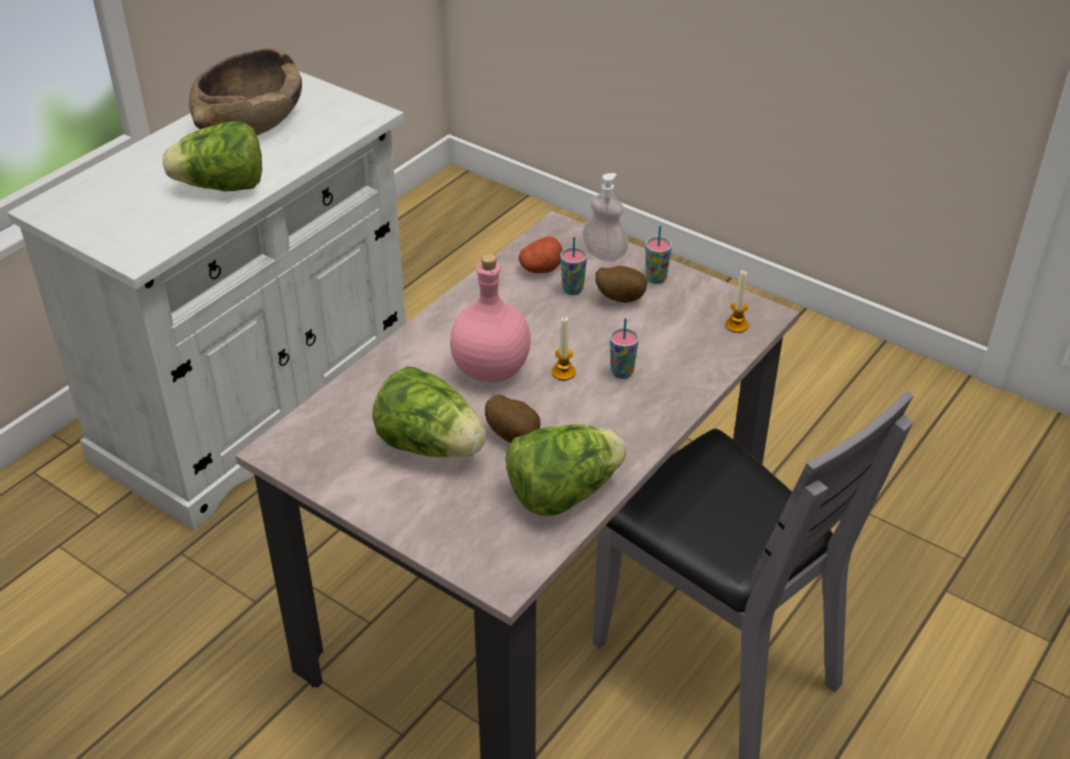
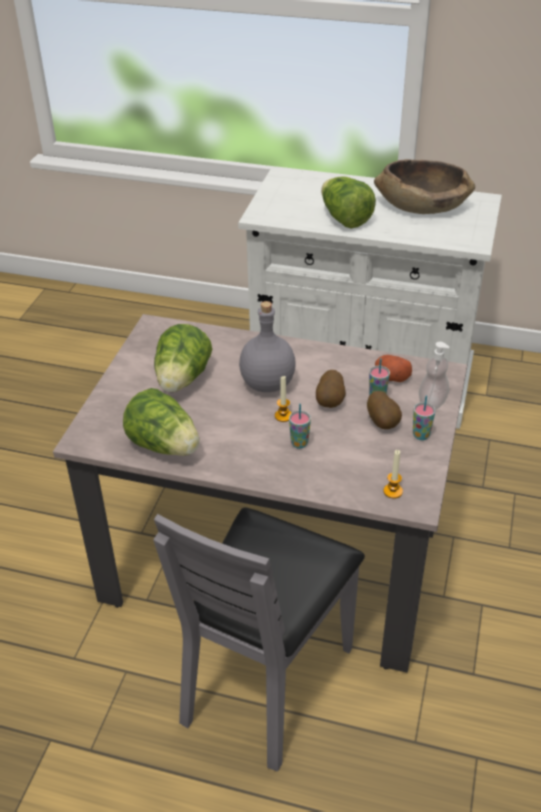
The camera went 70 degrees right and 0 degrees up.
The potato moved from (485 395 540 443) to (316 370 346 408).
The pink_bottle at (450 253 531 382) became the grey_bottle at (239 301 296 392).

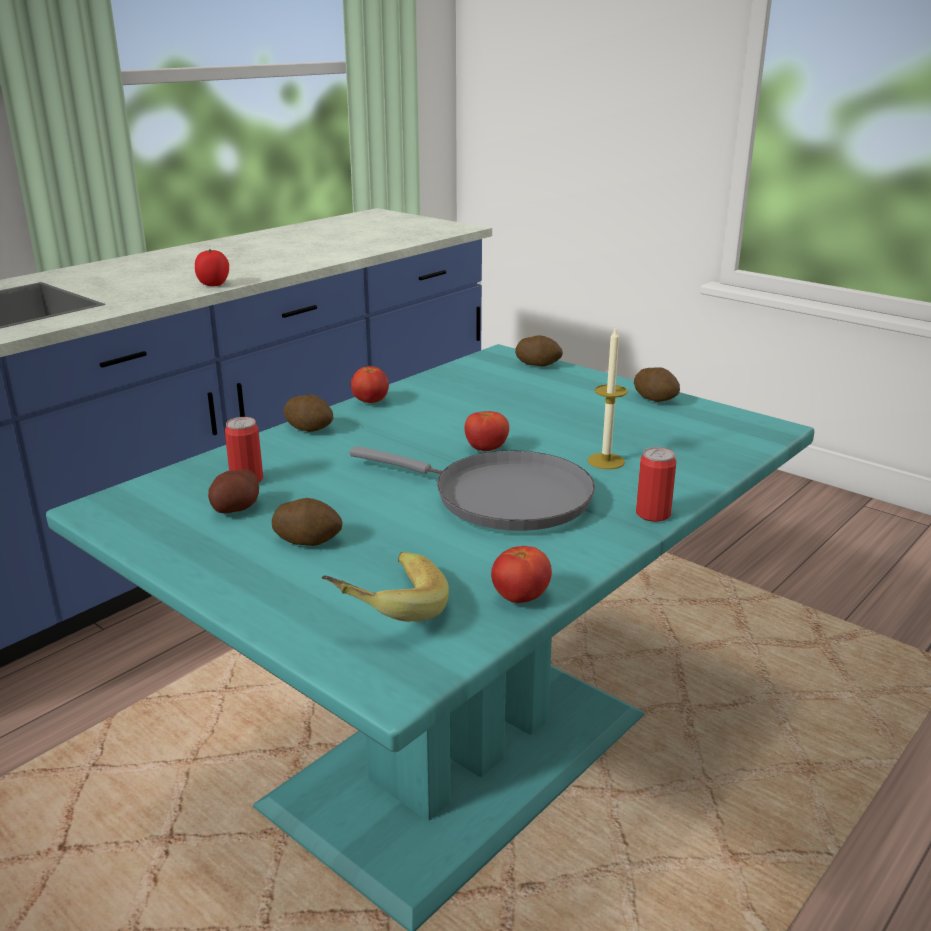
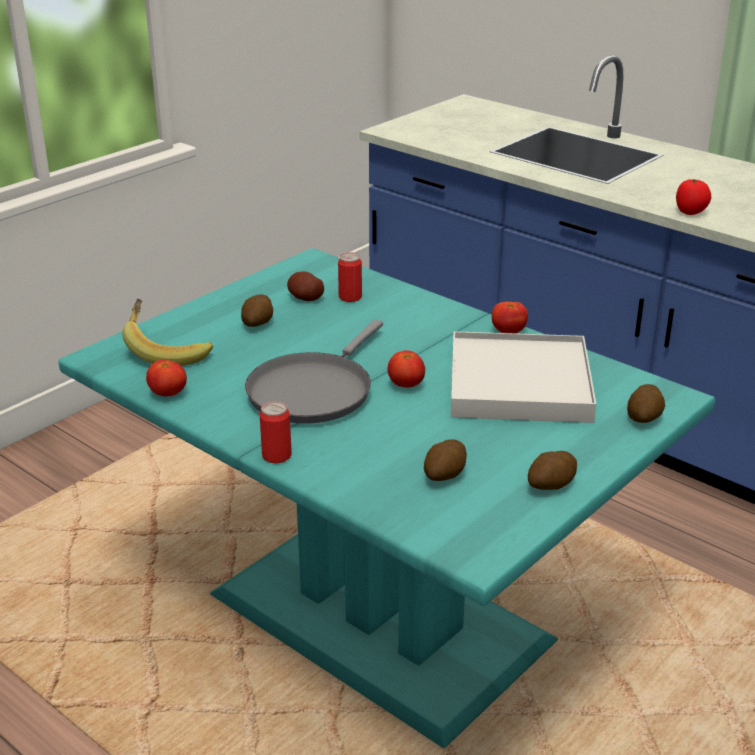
The camera went 90 degrees right and 5 degrees up.
The candle at (588 327 628 469) disappeared.
The white_tray at (451 331 596 423) appeared.
The potato moved from (284 394 333 432) to (424 439 467 481).

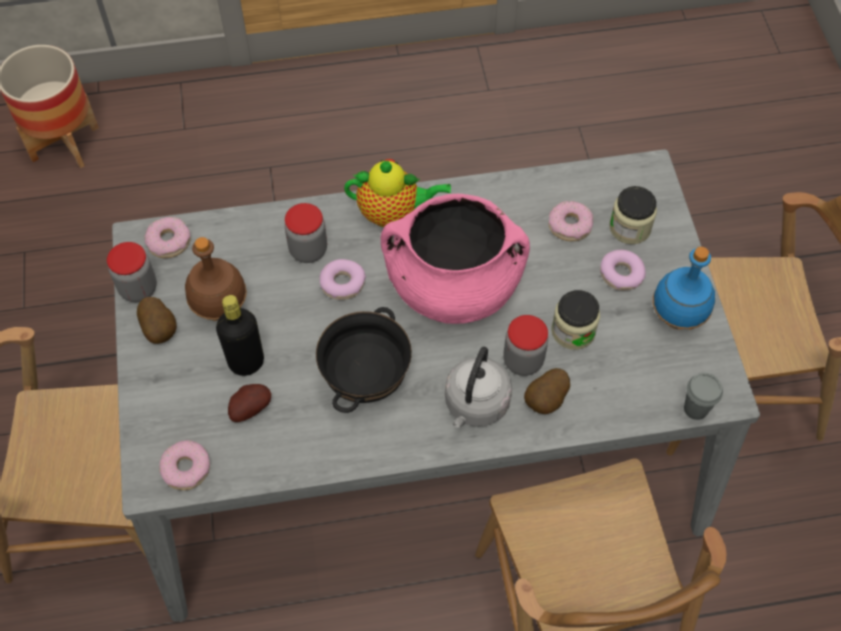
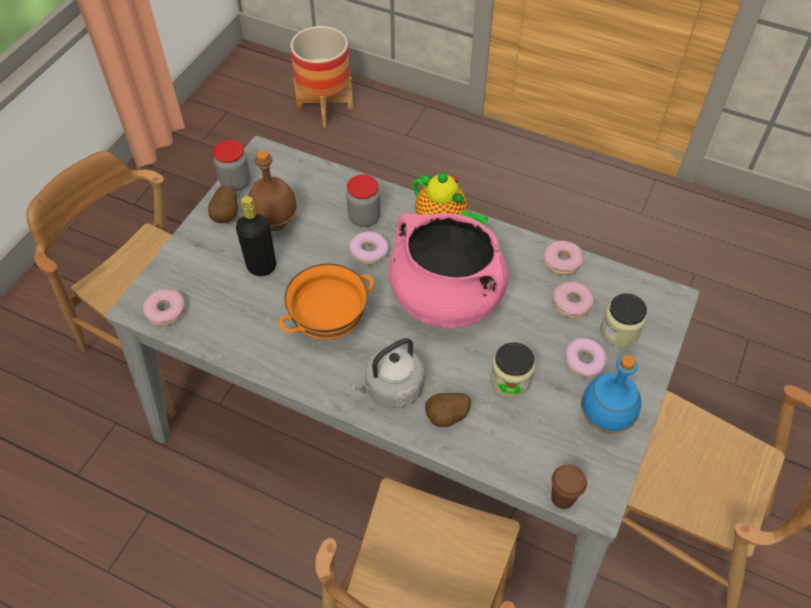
The camera went 35 degrees right and 5 degrees down.
The potato at (228 384 271 422) disappeared.
The jar at (503 315 548 376) disappeared.
The donut moved from (144 217 191 258) to (544 240 583 275).
The black_bowl at (316 307 412 413) became the orange_bowl at (278 263 374 340).
The grey_cup at (684 373 723 420) became the brown_cup at (551 464 587 509).

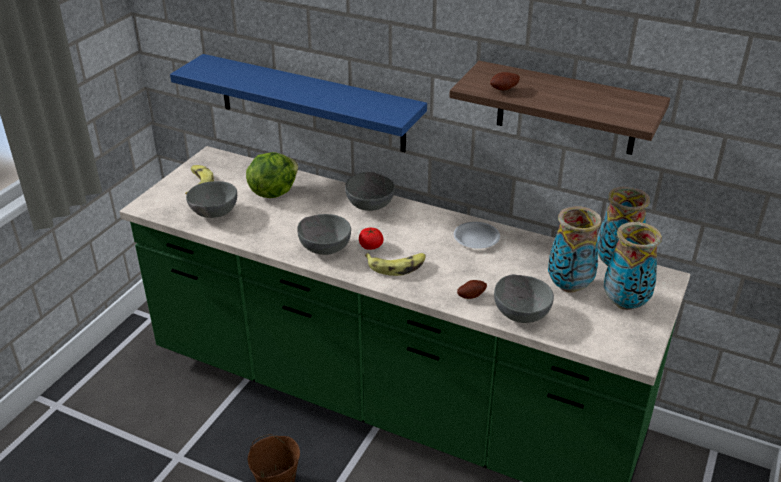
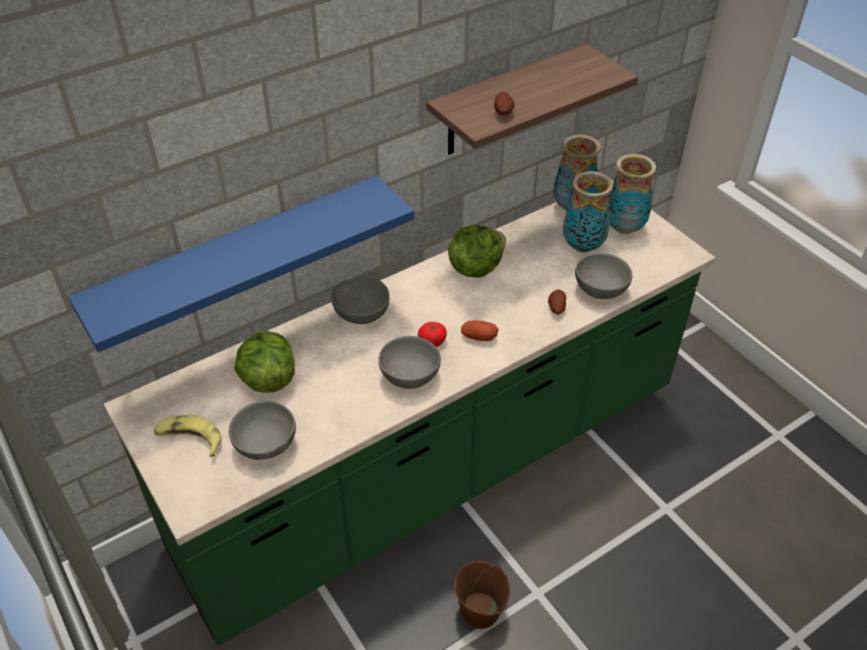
The camera went 60 degrees left and 10 degrees up.
The banana at (365 253 426 276) was replaced by the potato at (461 321 498 341).
The white_plate at (454 222 500 249) was replaced by the lettuce at (448 225 506 278).

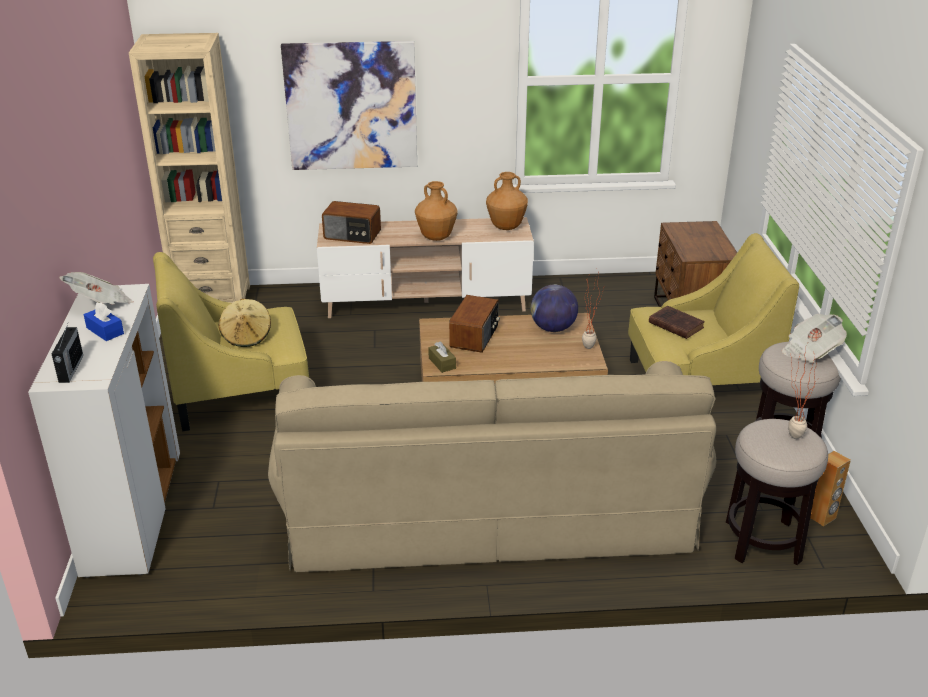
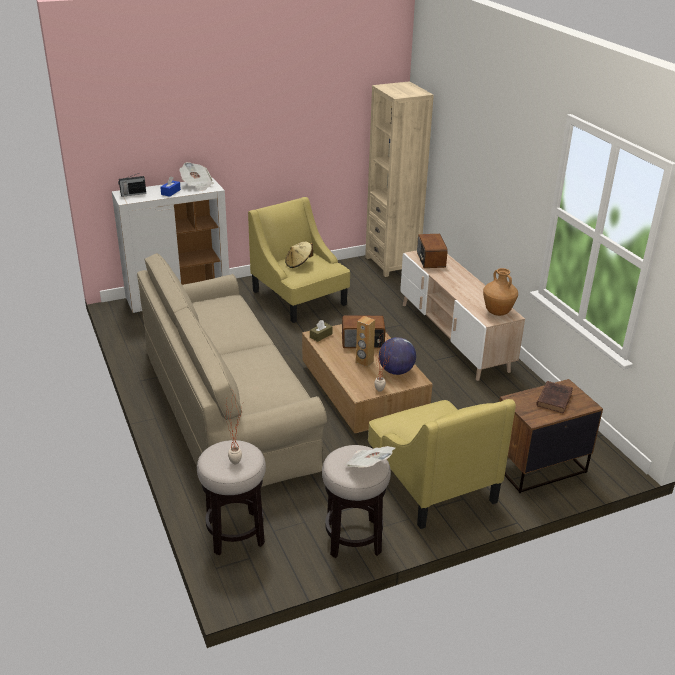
The camera went 70 degrees right and 0 degrees up.
The picture at (281 41 417 170) disappeared.
The brown_vase at (415 181 458 241) disappeared.
The brown_book moved from (649 306 705 339) to (536 381 573 414).
The brown_speaker moved from (810 451 851 527) to (356 316 375 367).

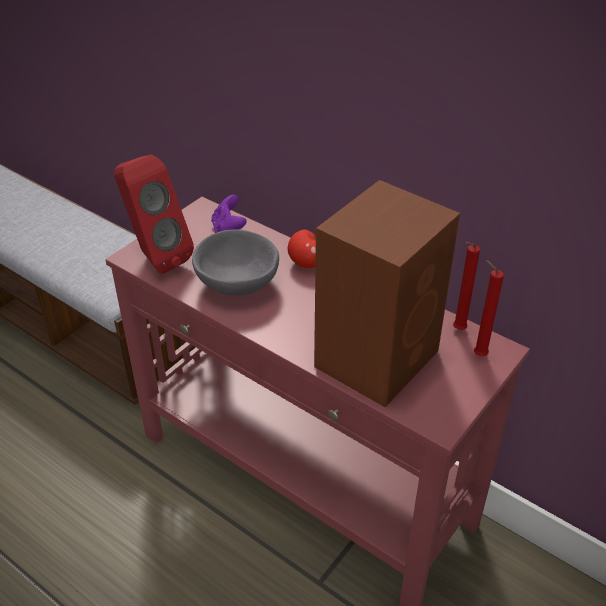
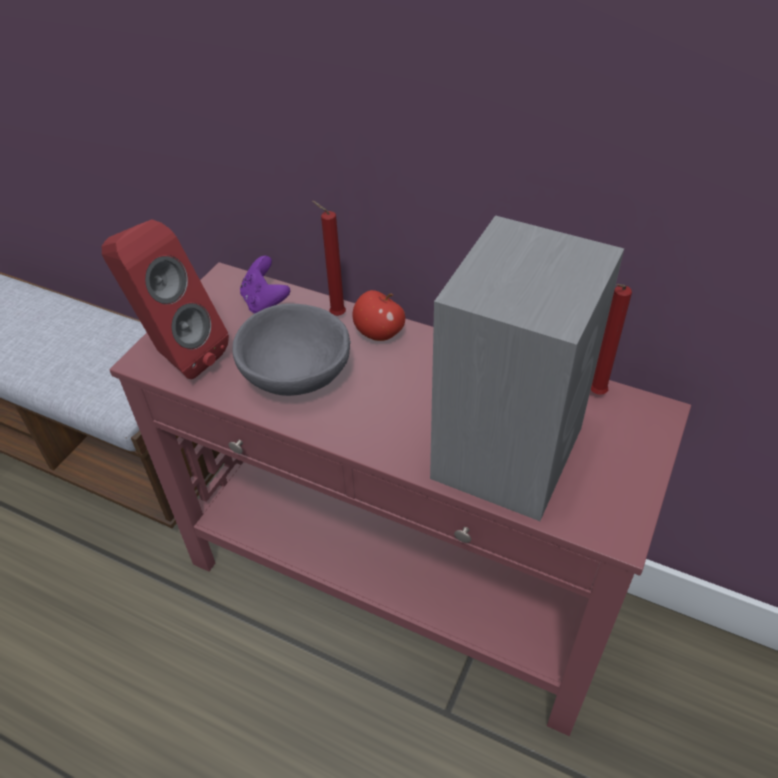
The camera went 10 degrees left and 5 degrees up.
The red_candle moved from (474 260 504 356) to (312 201 346 316).
The brown_speaker at (314 180 460 407) became the grey_speaker at (430 215 624 521).

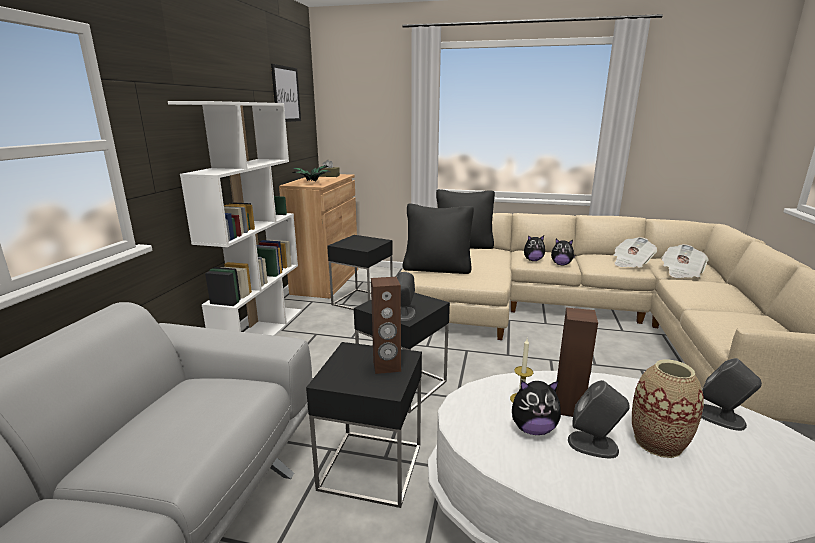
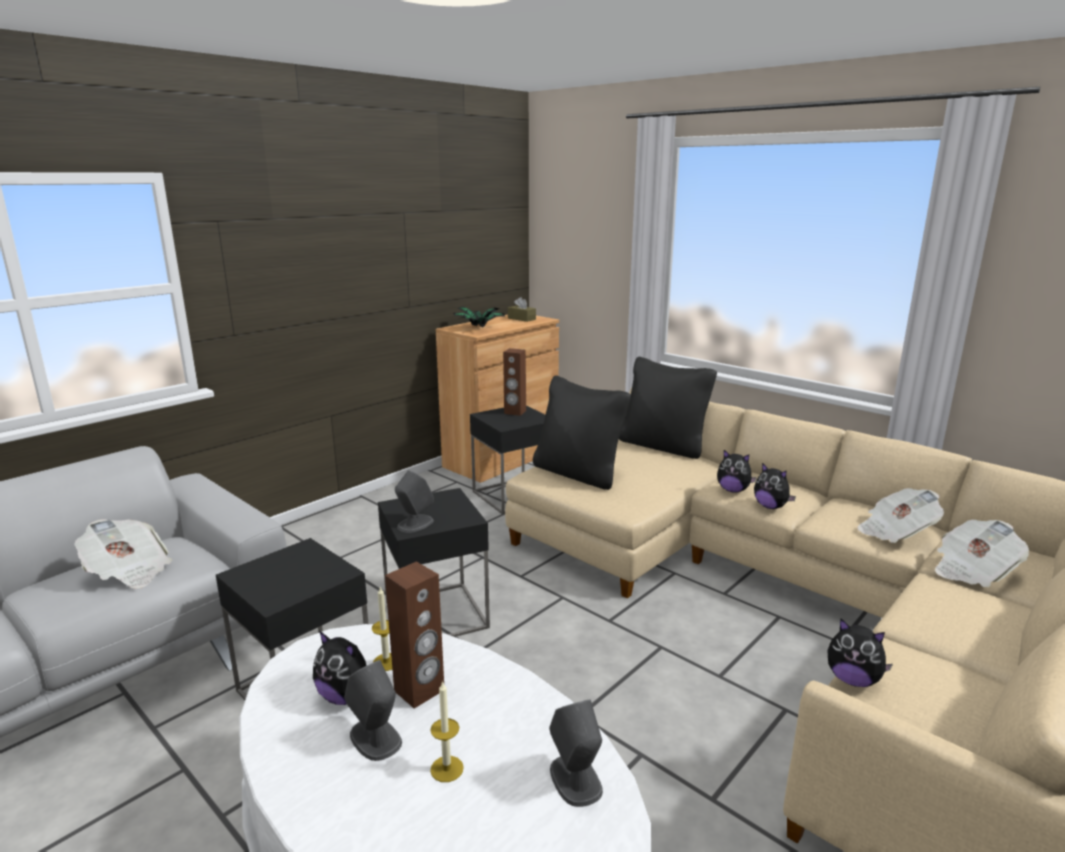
The camera went 30 degrees right and 0 degrees up.
The white_bookcase at (168 101 302 336) disappeared.
The picture at (271 64 301 122) disappeared.
The newspaper at (74 519 172 589) appeared.
The plush_toy at (827 619 893 687) appeared.
The brown_speaker moved from (371 277 401 374) to (503 348 526 416).
The vase at (632 359 704 458) was replaced by the candle at (430 681 464 782).

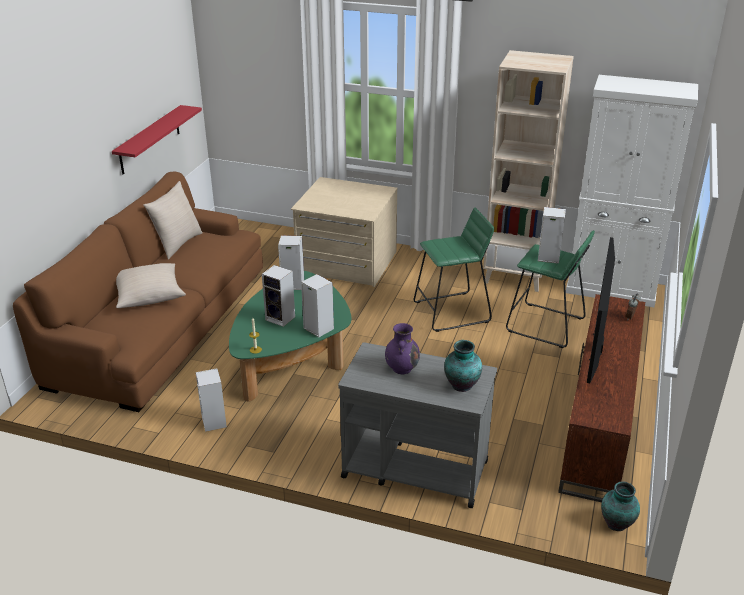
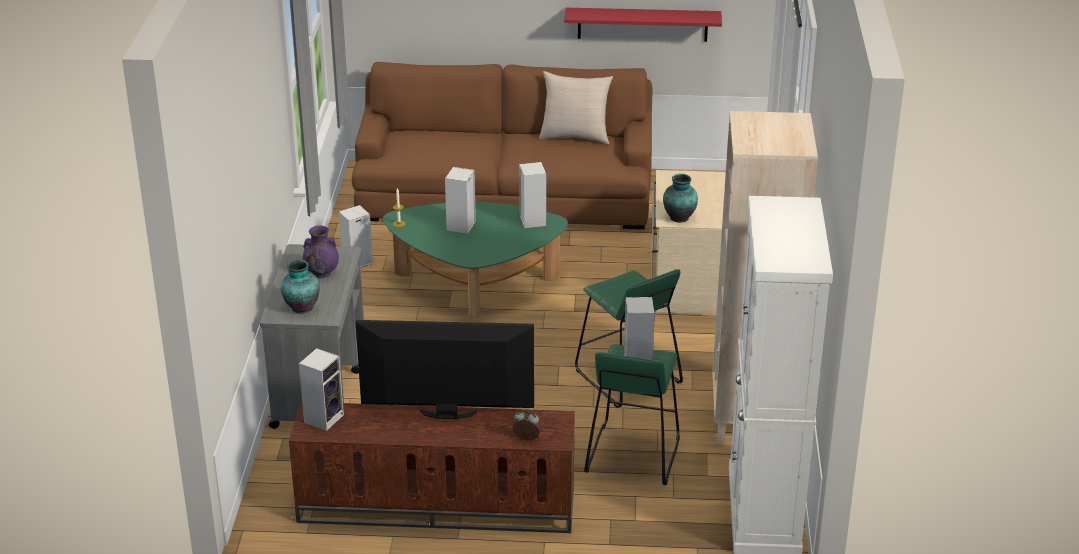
The camera went 75 degrees right and 0 degrees up.
The beige_pillow at (116 263 186 308) disappeared.
The speaker moved from (301 274 334 337) to (299 348 344 431).
The vase moved from (601 482 640 531) to (663 174 698 223).

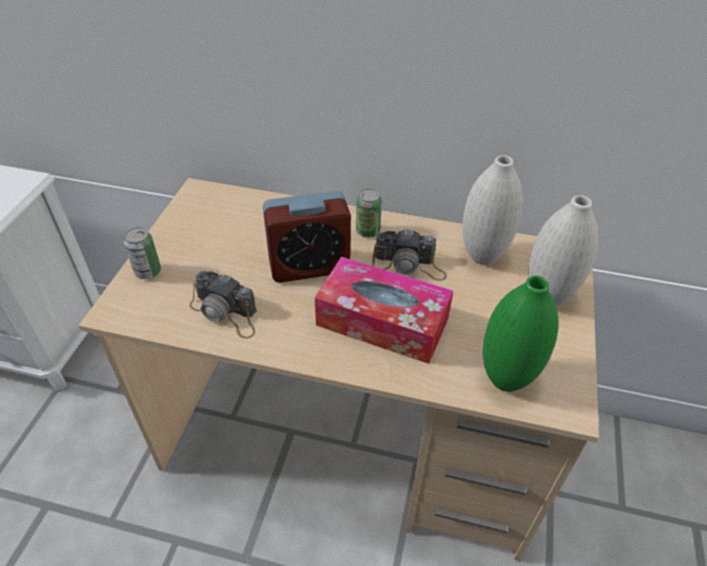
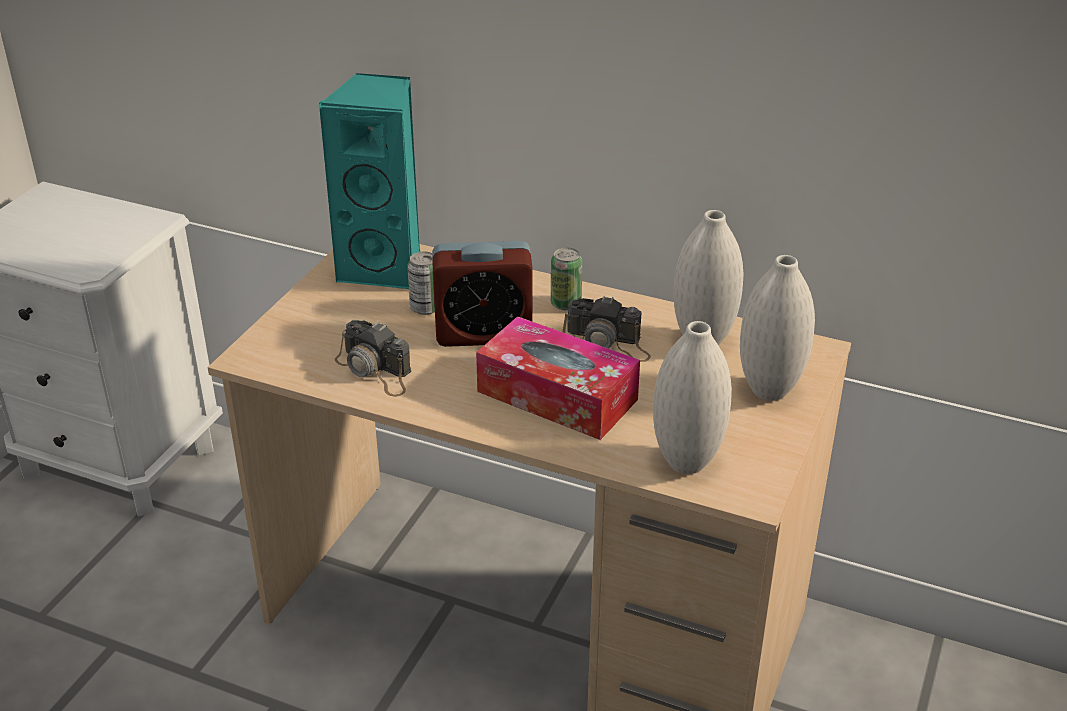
The camera went 10 degrees right and 10 degrees down.
The turquoise_speaker at (317 73 420 289) appeared.
The can moved from (124 227 161 279) to (407 251 435 315).
The green_vase at (483 276 559 392) became the white_vase at (653 321 732 474).

